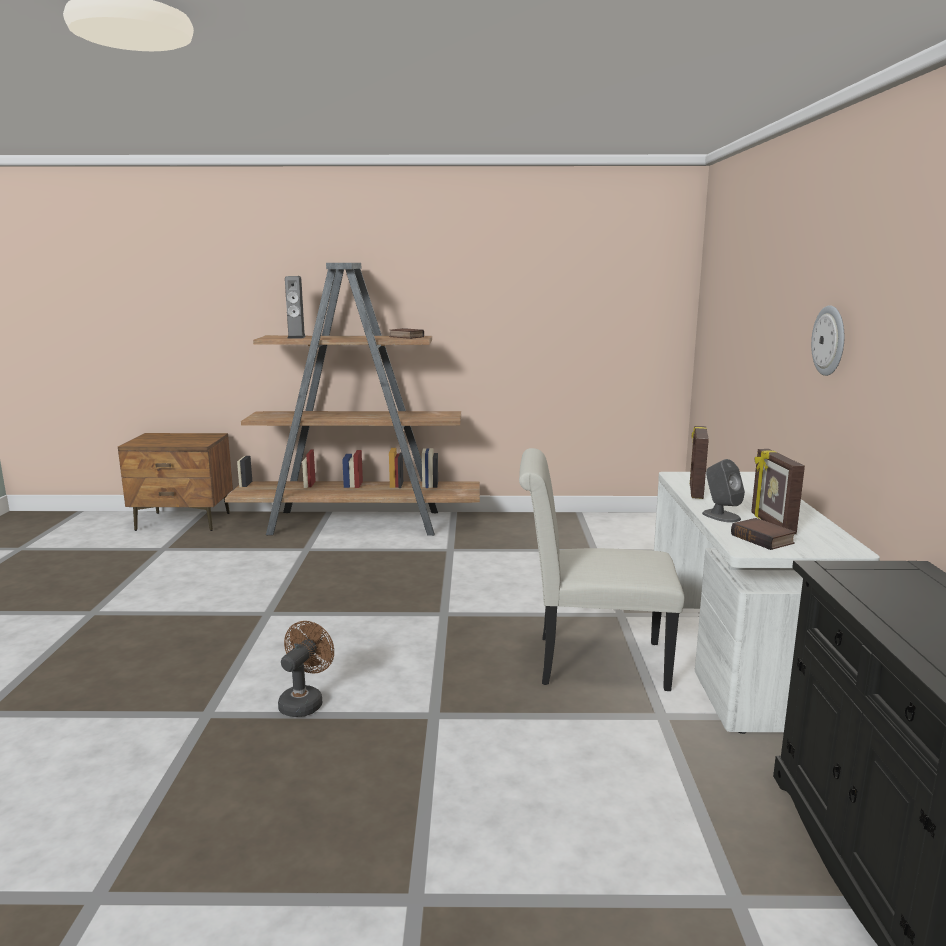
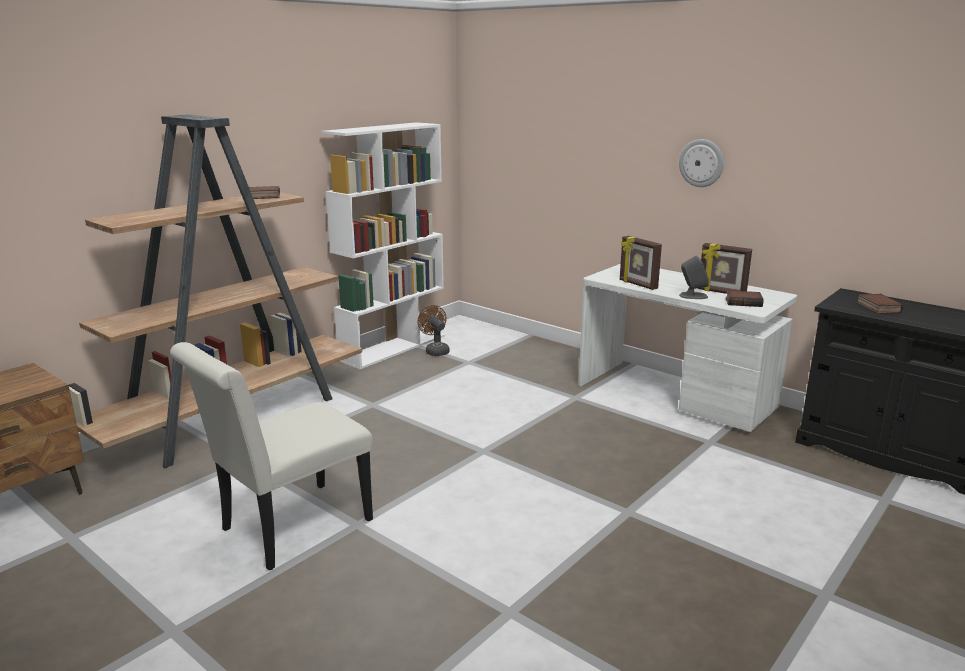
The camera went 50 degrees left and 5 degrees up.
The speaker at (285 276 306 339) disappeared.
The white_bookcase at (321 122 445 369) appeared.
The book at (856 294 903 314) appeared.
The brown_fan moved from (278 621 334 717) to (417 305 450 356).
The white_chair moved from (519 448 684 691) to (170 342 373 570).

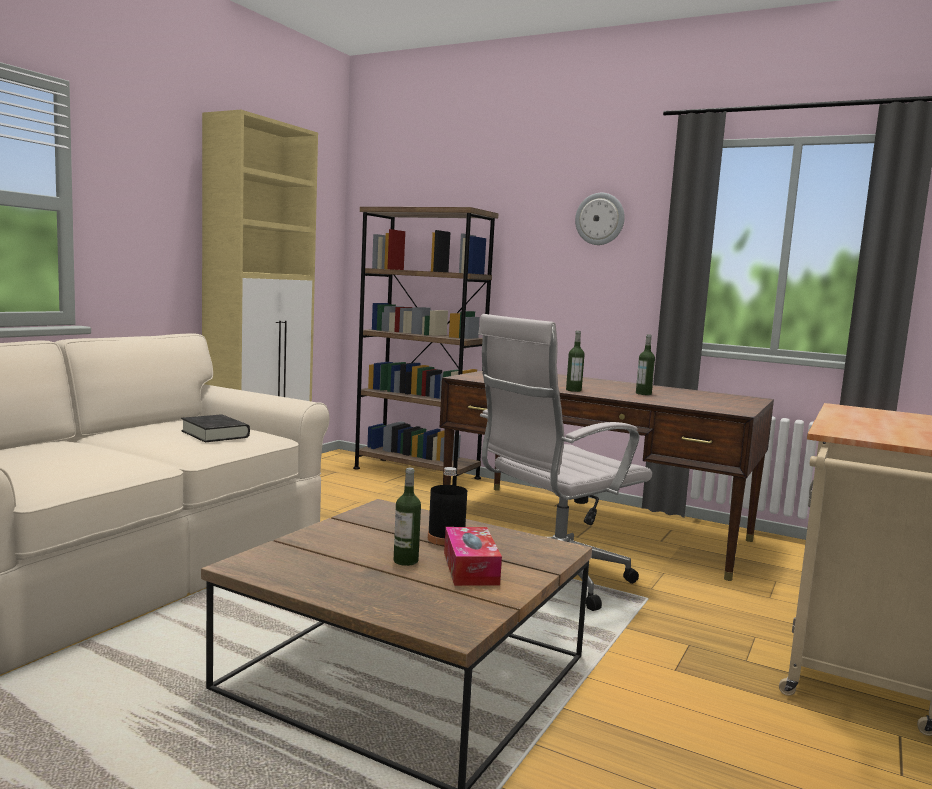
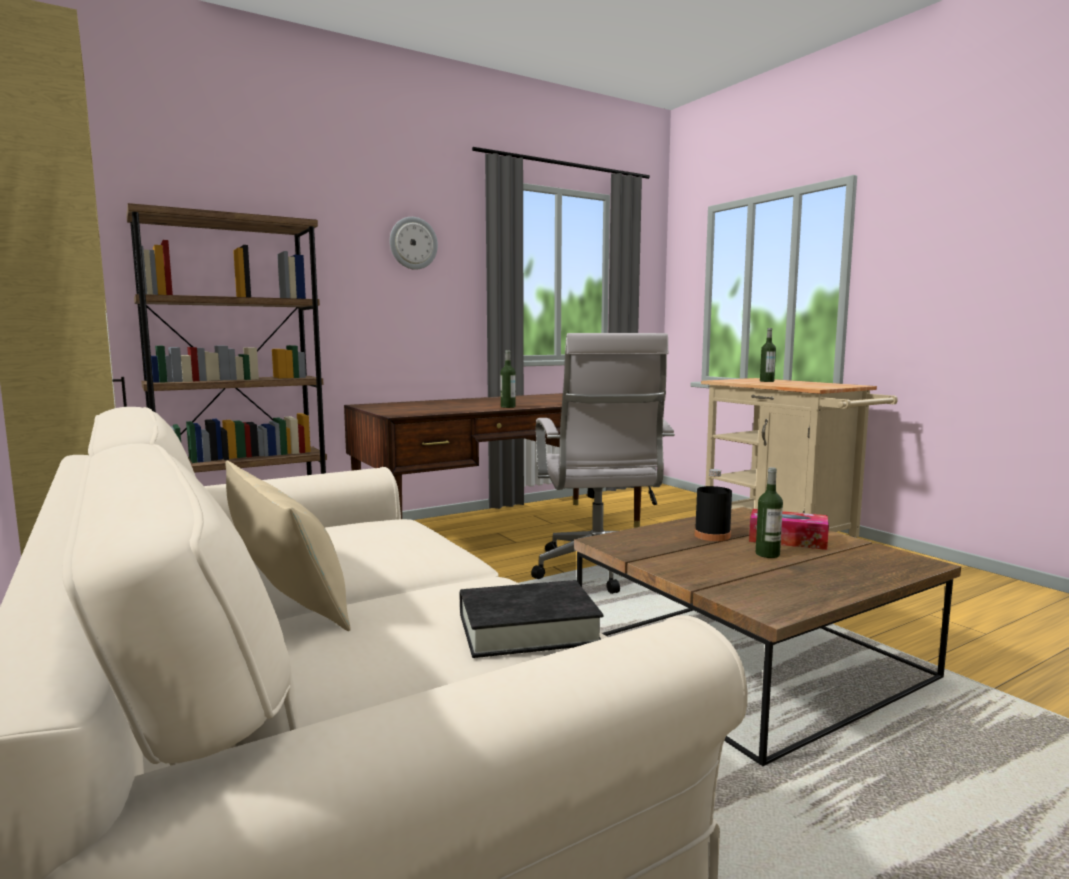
The camera went 60 degrees left and 0 degrees up.
The beige_pillow at (225 461 351 631) appeared.
The black_book moved from (181 414 250 442) to (460 580 604 658).
The bottle moved from (636 334 655 395) to (760 328 776 382).

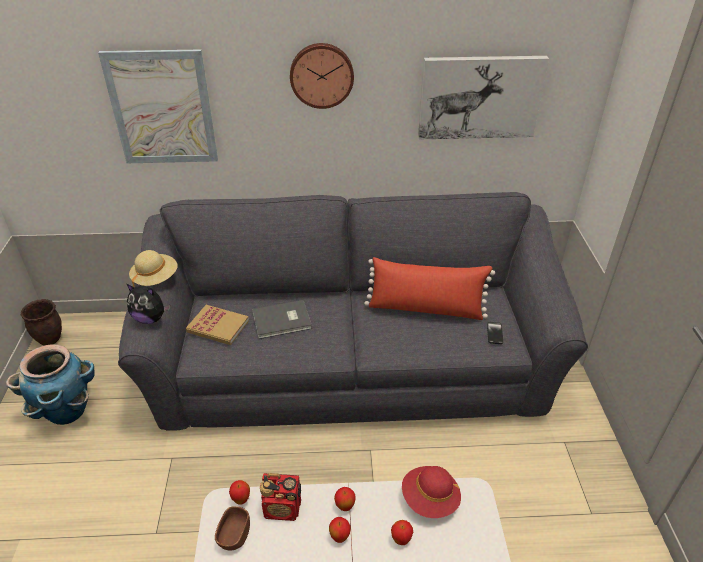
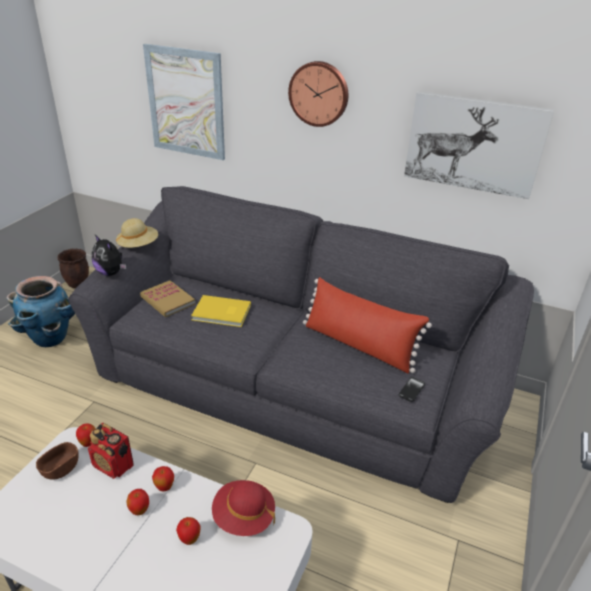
The camera went 25 degrees right and 5 degrees down.
The grey_book at (252 300 312 339) became the yellow_book at (191 295 251 327).

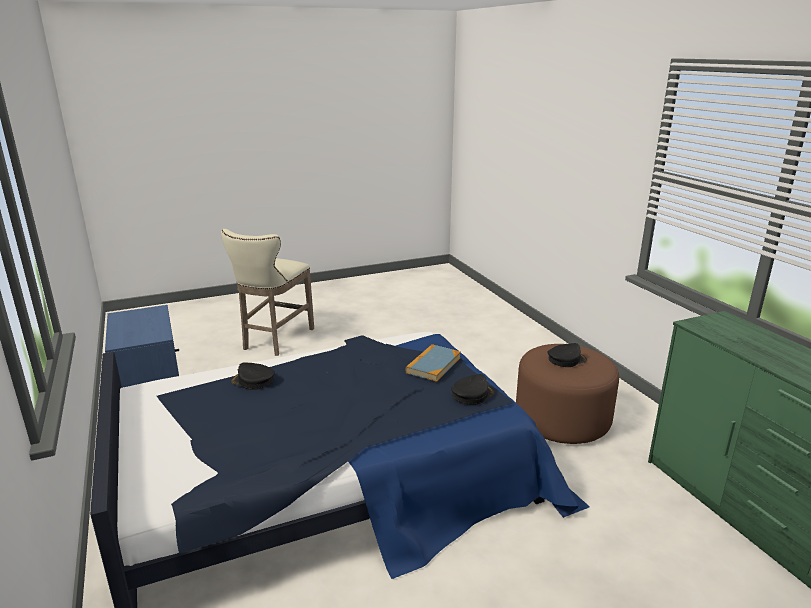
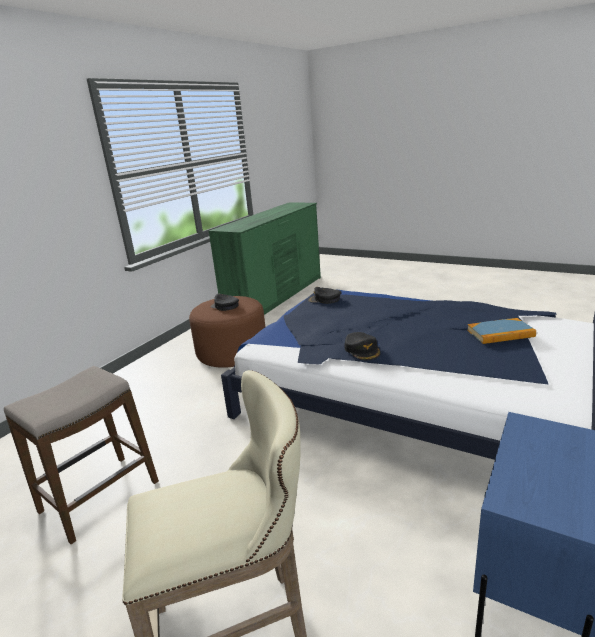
The camera went 125 degrees left and 0 degrees up.
The stool at (4 366 159 544) appeared.
The black_cap moved from (231 362 275 390) to (344 332 381 360).
The book moved from (405 344 461 382) to (467 318 536 344).

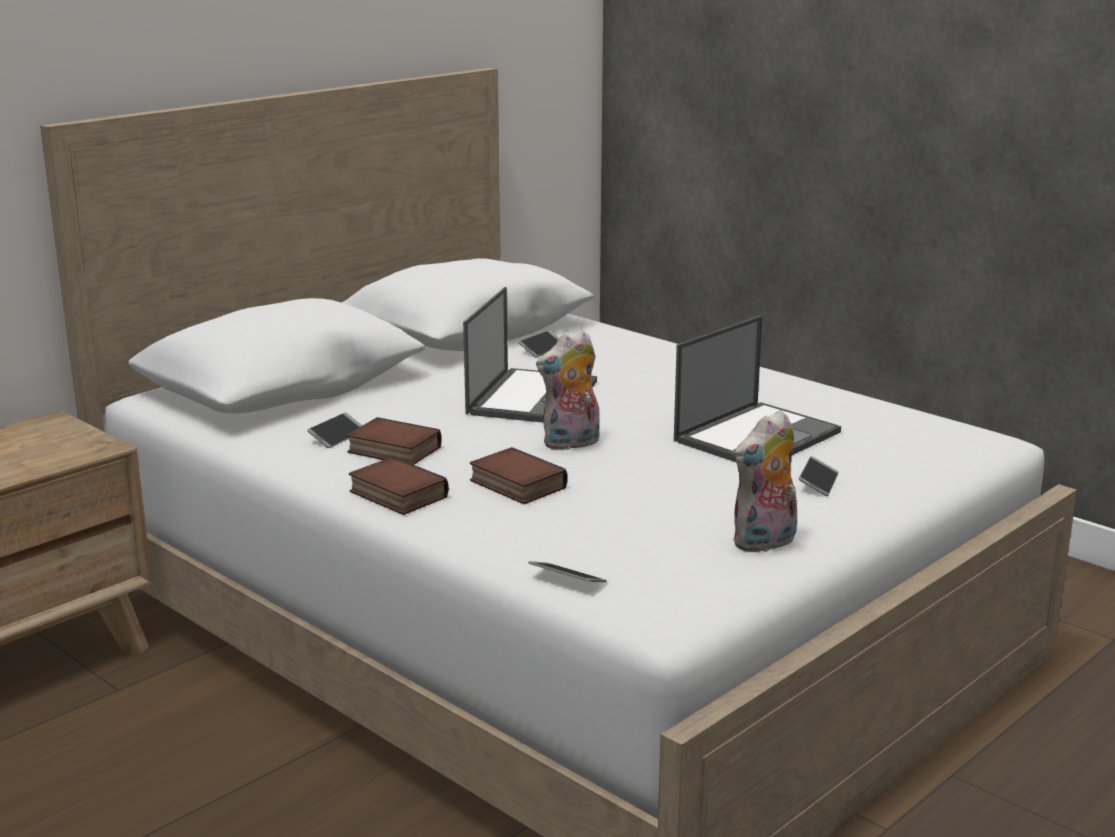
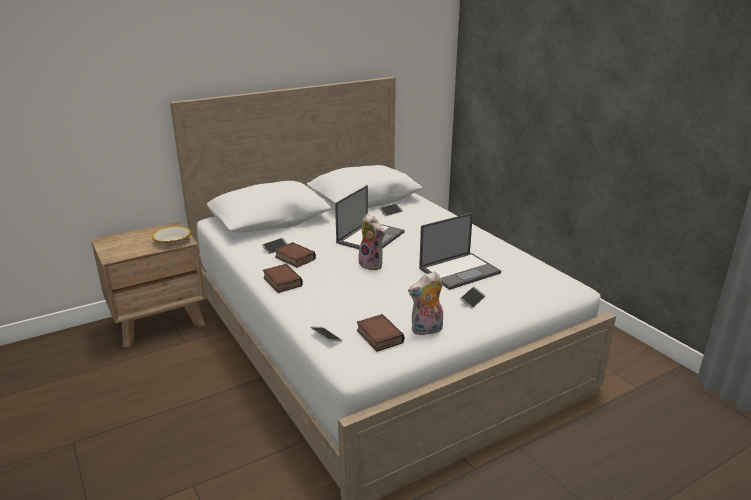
The camera went 15 degrees right and 5 degrees up.
The bowl at (152 226 191 245) appeared.
The book moved from (470 447 568 504) to (357 314 404 352).
The plush_toy at (536 329 600 450) turned 120 degrees counterclockwise.

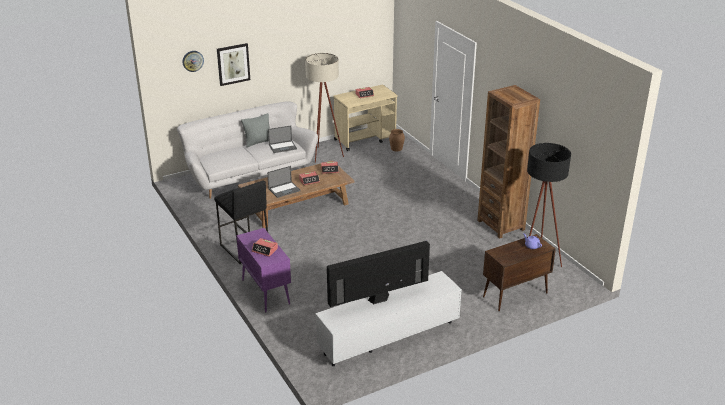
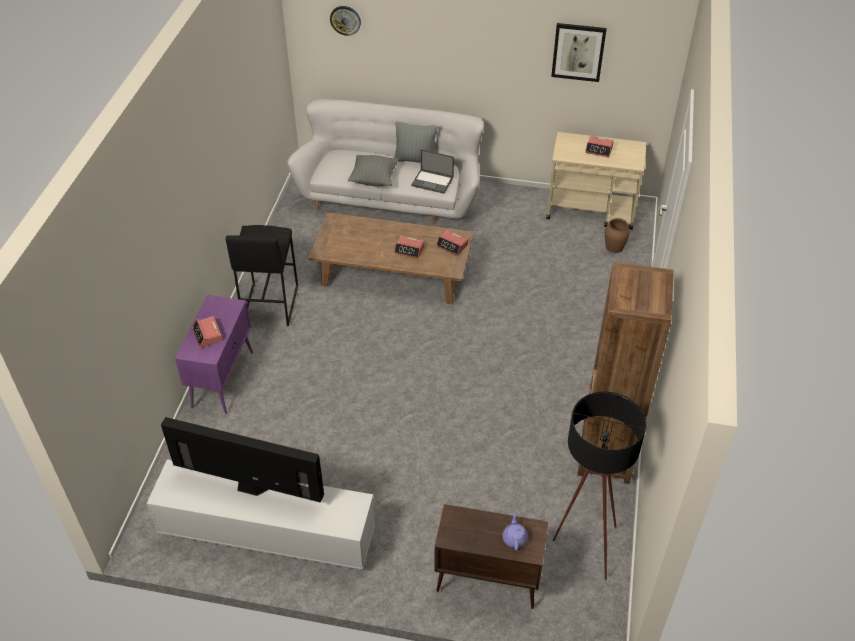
The camera went 40 degrees right and 15 degrees up.
The laptop at (267 166 301 198) disappeared.
The beige_floor_lamp at (305 53 344 163) disappeared.
The grey_pillow at (348 155 398 187) appeared.
The picture moved from (217 43 250 86) to (551 23 607 82).

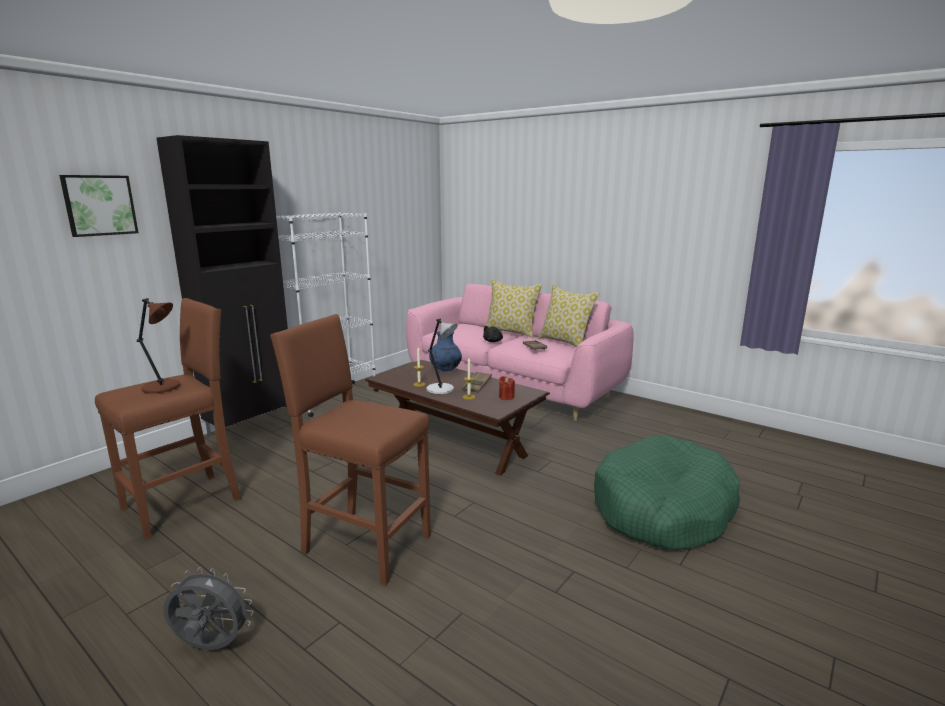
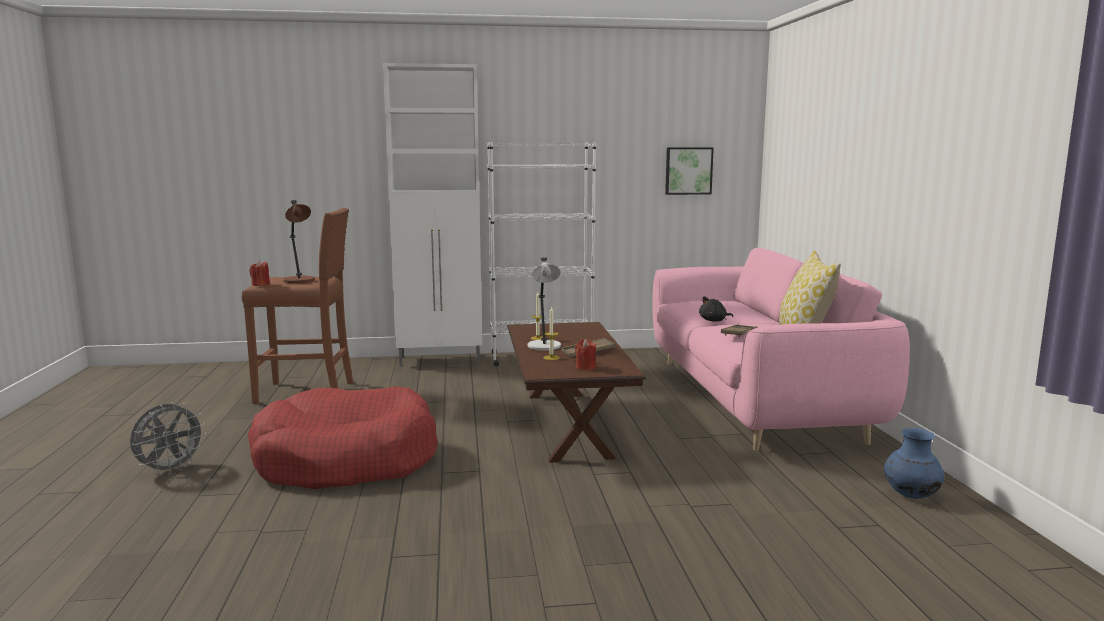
The camera went 45 degrees right and 5 degrees down.
The pillow at (485 280 542 338) disappeared.
The green_dog_bed at (594 435 740 550) disappeared.
The red_candle at (250 261 270 286) appeared.
The picture moved from (59 175 138 237) to (665 147 714 195).
The blue_vase moved from (429 331 462 371) to (884 428 944 499).
The brown_stool at (270 314 431 586) was replaced by the red_dog_bed at (248 386 438 489).
The black_cabinet at (156 135 291 436) became the white_cabinet at (383 63 482 366).
The grey_fan at (164 567 253 650) turned 75 degrees clockwise.

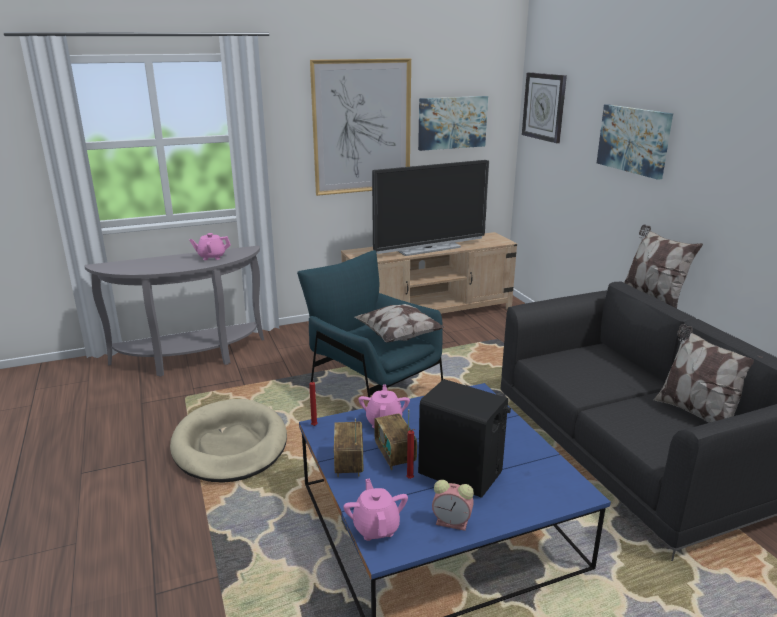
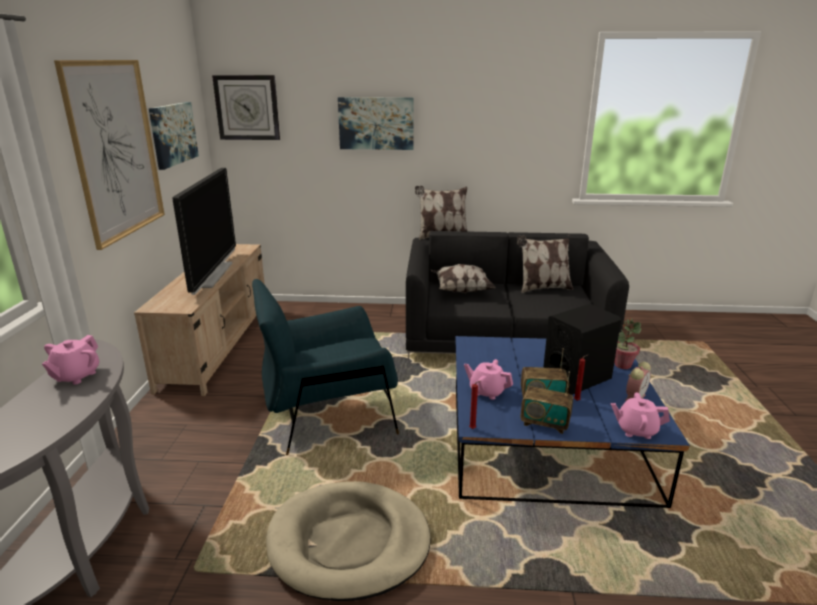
The camera went 65 degrees left and 0 degrees up.
The potted_plant at (615 319 641 369) appeared.
The pillow moved from (355 304 444 343) to (431 264 496 293).

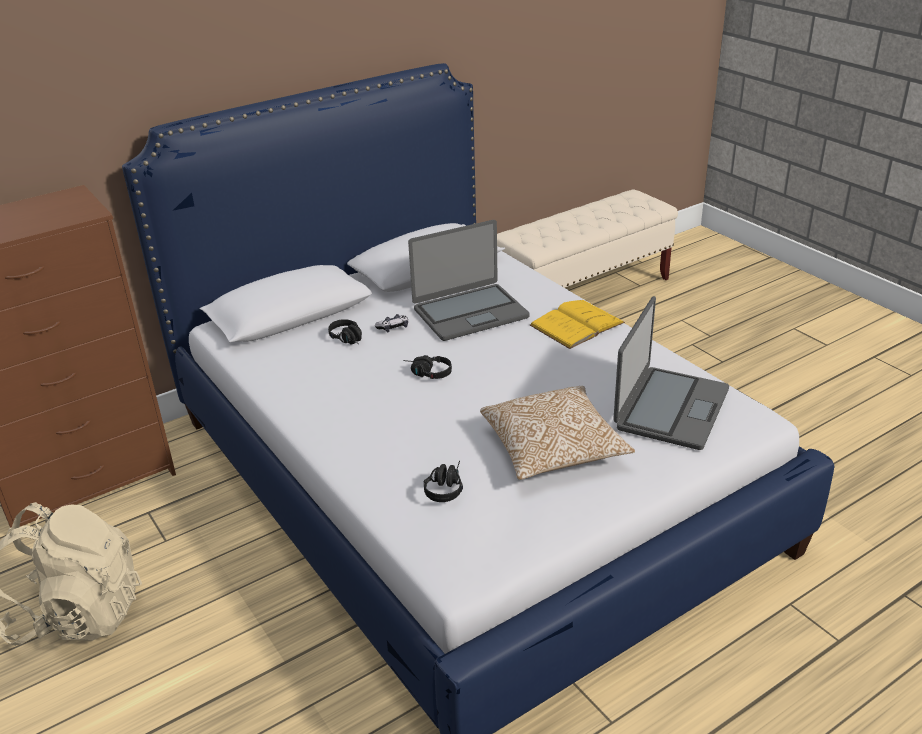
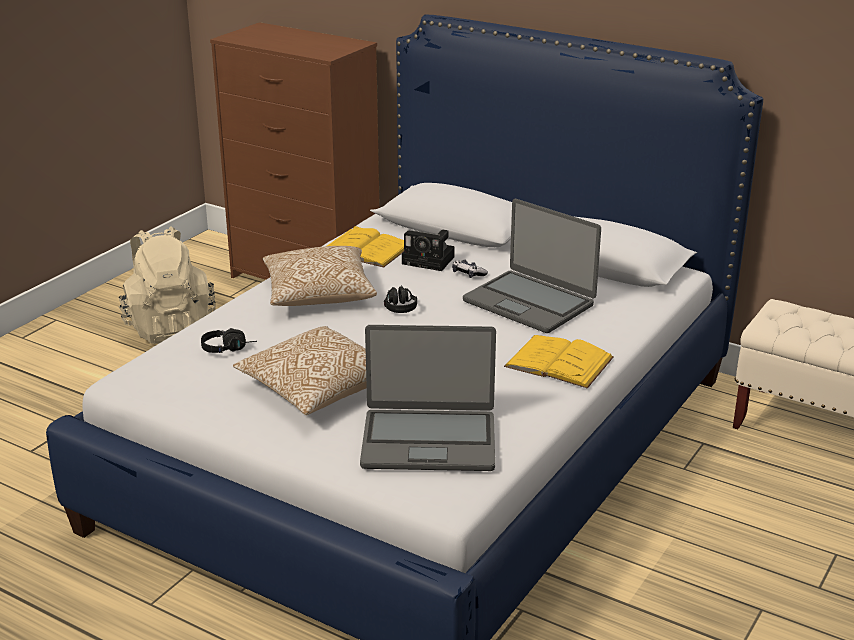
The camera went 65 degrees right and 5 degrees down.
The pillow at (263 246 377 306) appeared.
The yellow_book at (327 226 404 267) appeared.
The black_headphones at (328 319 362 345) was replaced by the photo_camera at (402 230 455 271).

